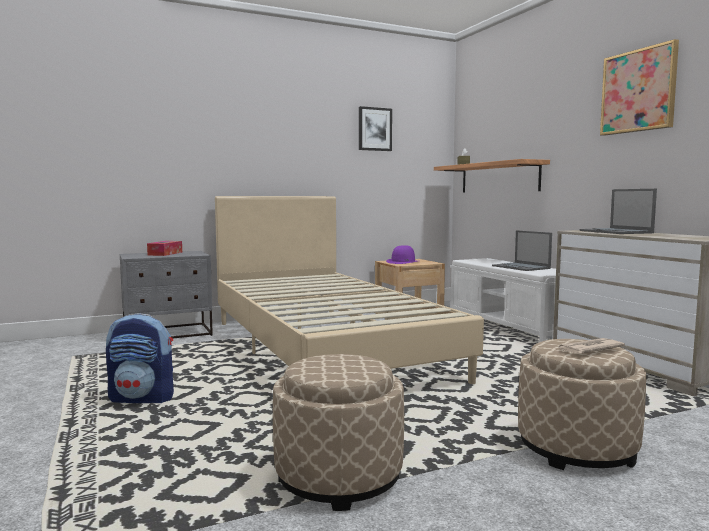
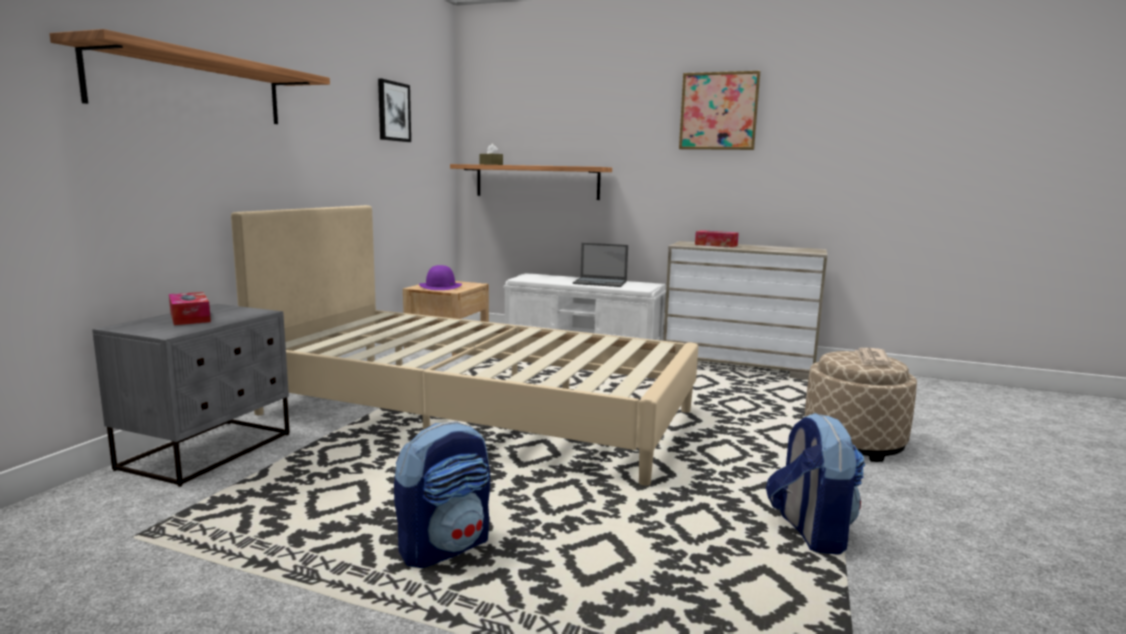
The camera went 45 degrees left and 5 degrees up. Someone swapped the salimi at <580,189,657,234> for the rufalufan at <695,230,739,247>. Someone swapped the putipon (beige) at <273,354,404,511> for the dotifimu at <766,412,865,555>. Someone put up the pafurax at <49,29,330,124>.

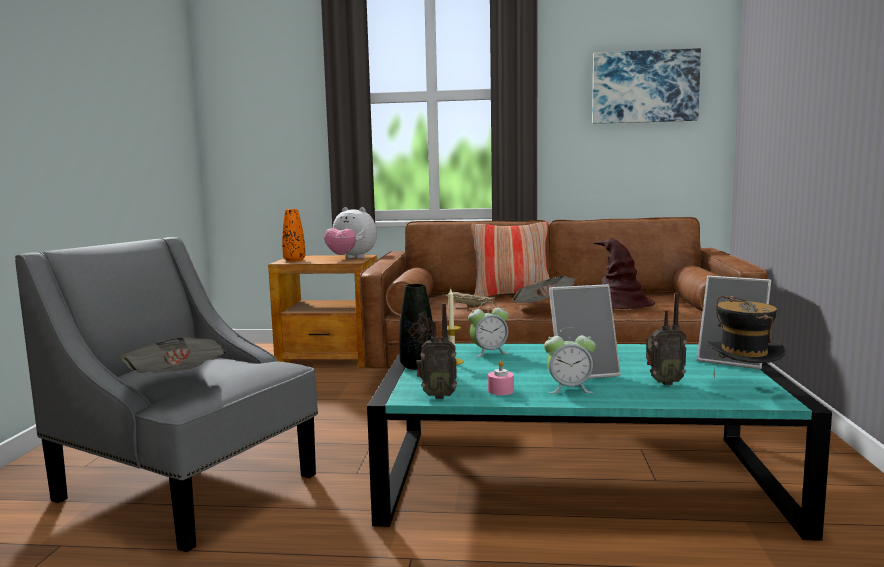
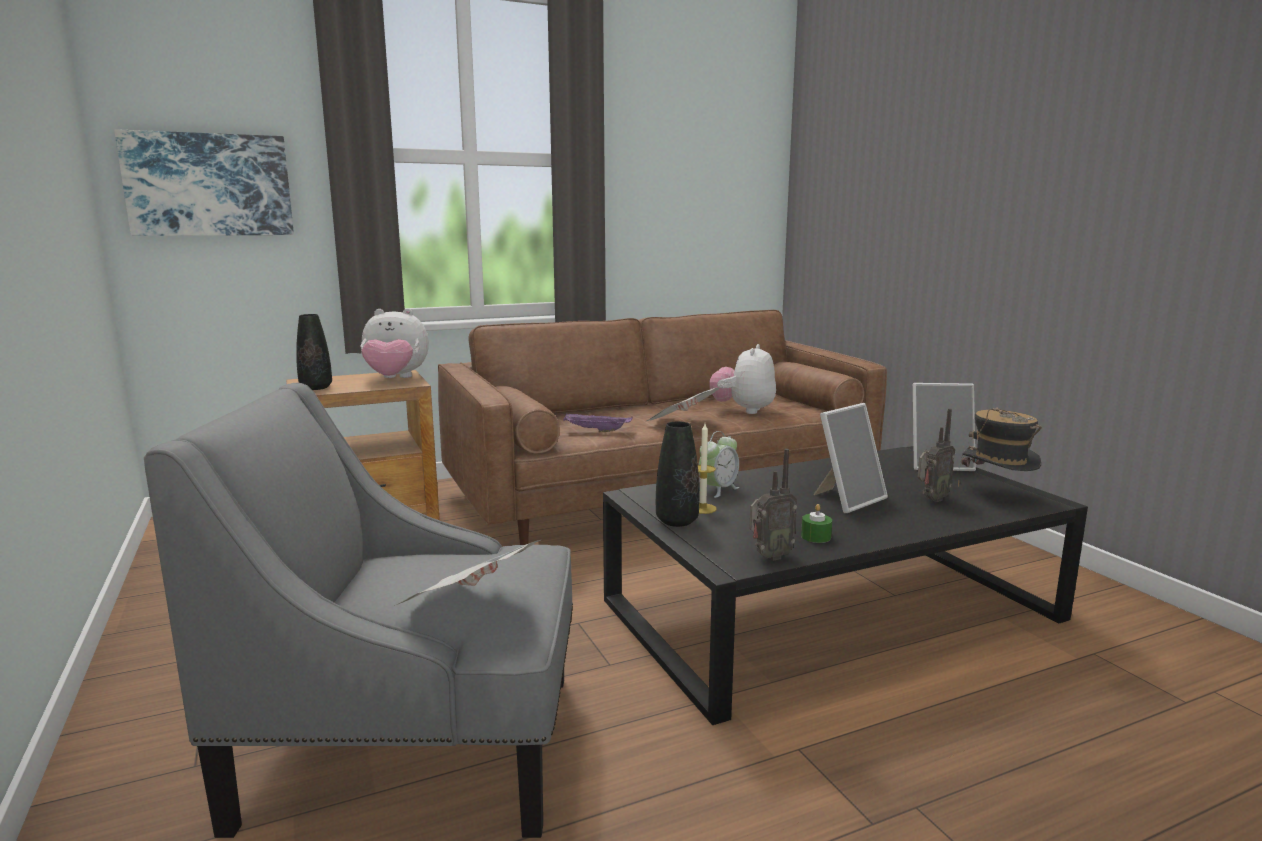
The camera went 30 degrees left and 5 degrees up. Someone carried the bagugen from <592,48,701,124> to <114,129,294,236>. Someone repainted the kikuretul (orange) at <282,209,305,262>, which became the kikuretul (black) at <296,314,332,390>. Someone took away the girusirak at <471,221,550,297>. Someone swapped the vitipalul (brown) at <593,238,656,309> for the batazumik at <709,344,776,414>. Someone repainted the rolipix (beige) at <442,292,495,308>, which became the rolipix (purple) at <563,414,633,432>. Someone took away the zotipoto at <544,327,596,393>. Someone repainted the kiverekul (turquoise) at <367,343,832,541>, which became the kiverekul (black) at <603,446,1088,725>. Someone repainted the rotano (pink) at <488,361,514,395>, which became the rotano (green) at <801,504,832,543>.

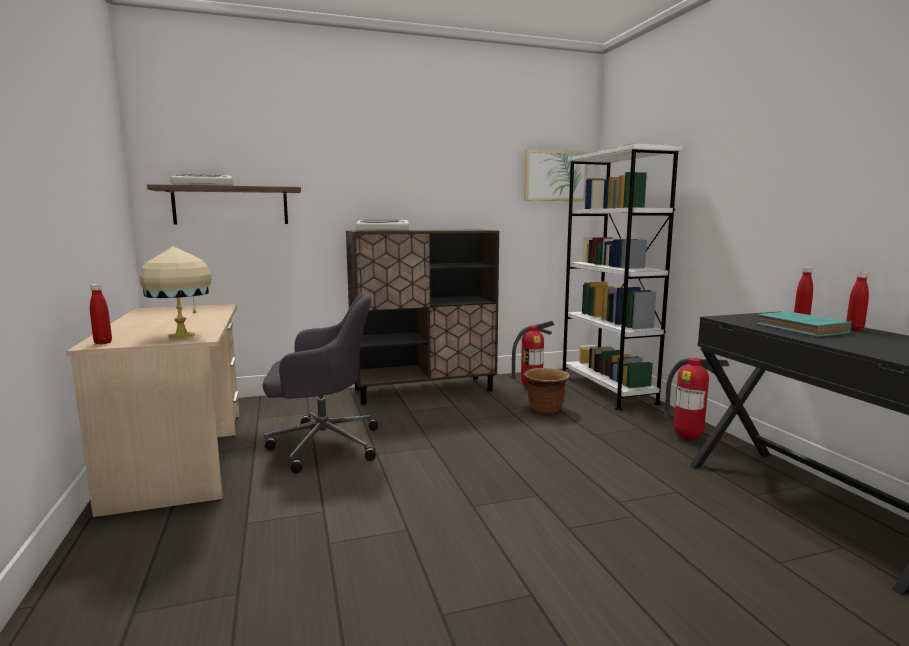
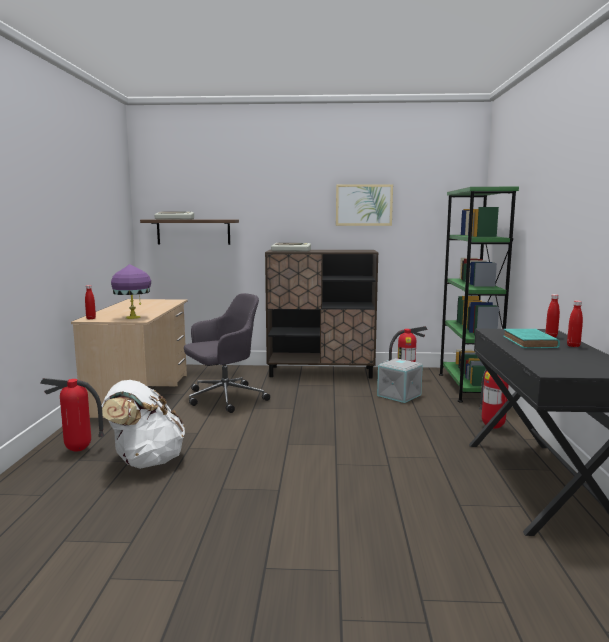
The camera went 20 degrees right and 0 degrees up. Someone repainted the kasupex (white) at <563,143,683,410>, which became the kasupex (green) at <439,187,519,402>. Someone carried the bagugen from <524,150,588,201> to <336,184,393,226>. Someone repainted the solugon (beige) at <139,246,211,338>, which became the solugon (purple) at <111,264,151,319>. Someone rotated the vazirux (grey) at <263,292,378,474> by 45 degrees counterclockwise. Someone swapped the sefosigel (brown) at <524,368,570,414> for the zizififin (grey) at <377,358,423,403>. Someone put down the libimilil at <40,378,104,452>. Someone put down the dotifimu (white) at <102,380,185,469>.

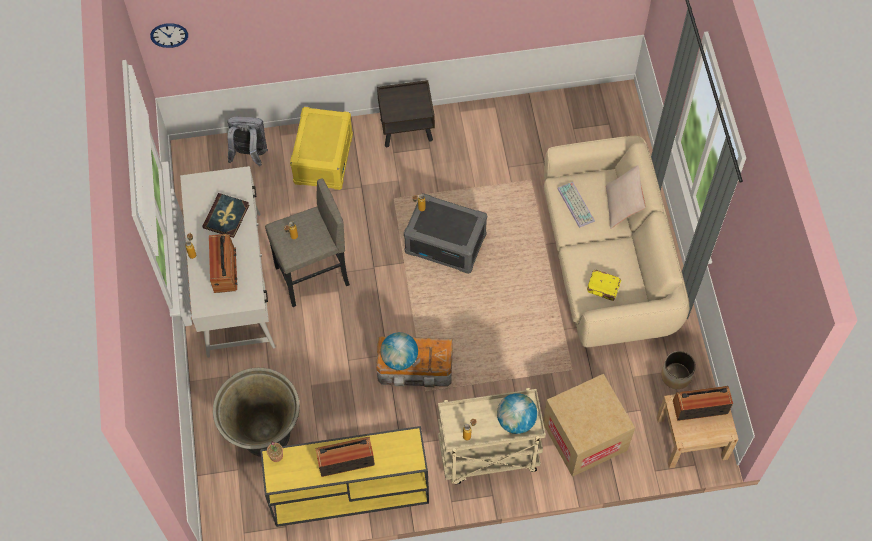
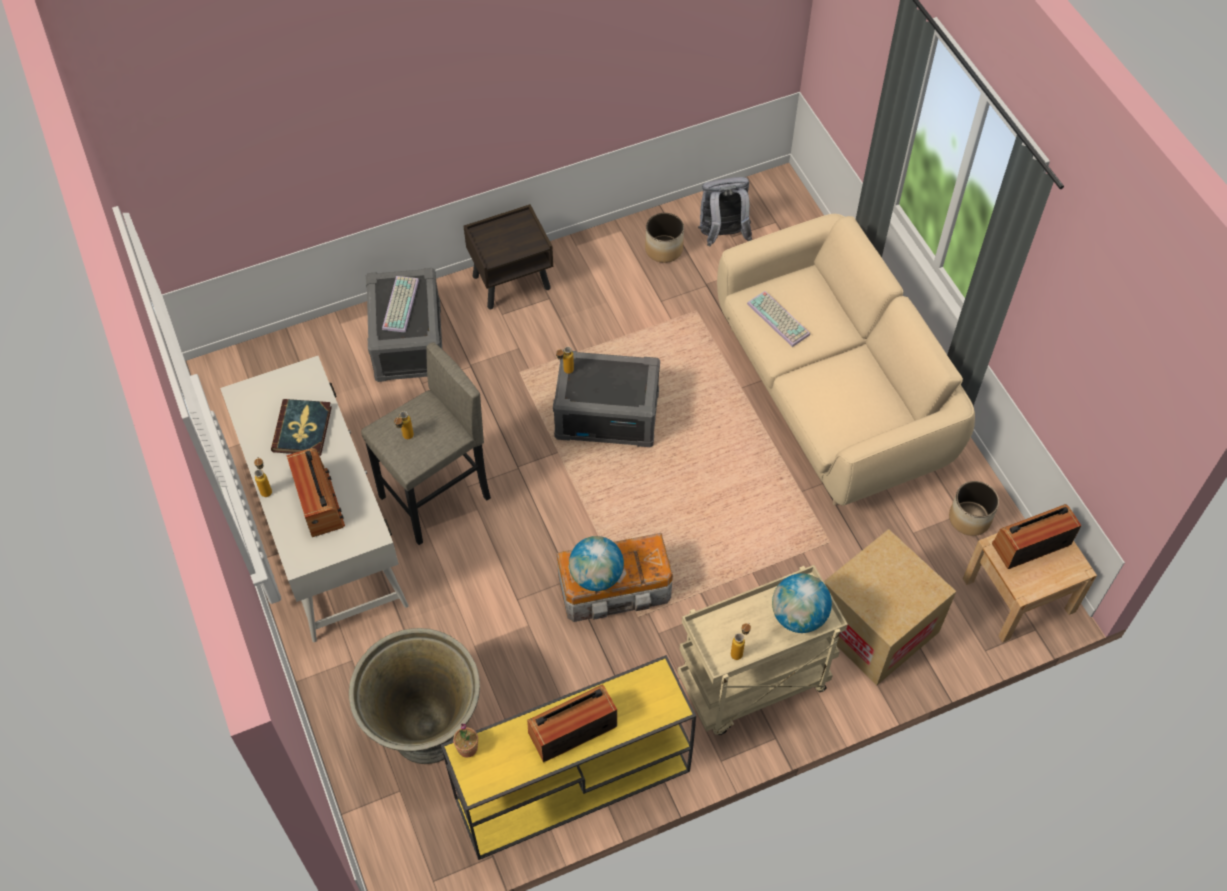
The camera went 15 degrees left and 5 degrees down. Someone took away the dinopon at <150,23,188,48>. Someone repainted the zizififin (yellow) at <290,107,353,190>, which became the zizififin (grey) at <366,268,442,382>. Someone carried the dotifimu (grey) from <227,117,268,166> to <698,177,752,247>. Someone took away the girusirak (beige) at <606,165,646,229>. Someone took away the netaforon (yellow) at <587,270,621,301>. Someone put down the sefosigel at <645,213,684,263>. Someone put down the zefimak at <382,276,419,332>.

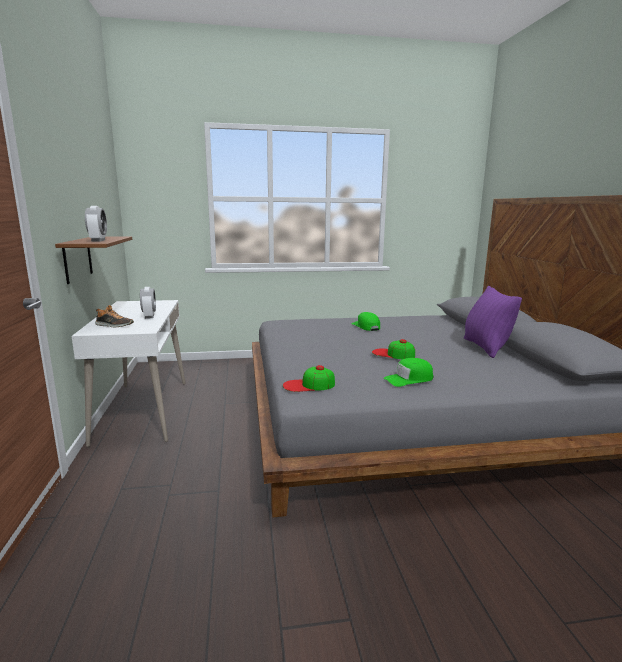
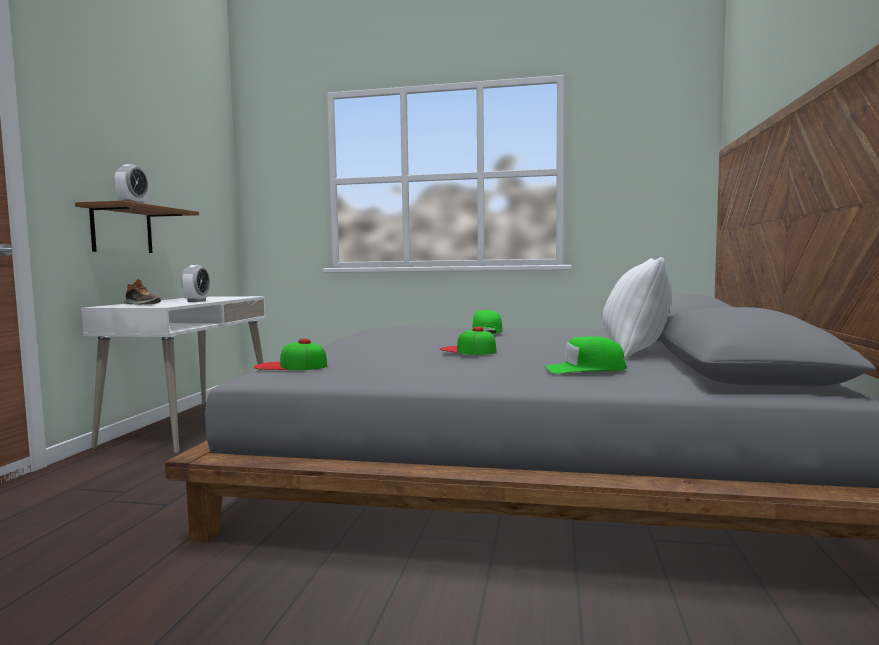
The camera went 20 degrees right and 10 degrees down. Someone repainted the girusirak (purple) at <464,286,522,358>, which became the girusirak (white) at <603,257,672,360>. Someone carried the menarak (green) from <384,358,433,387> to <544,336,627,374>.

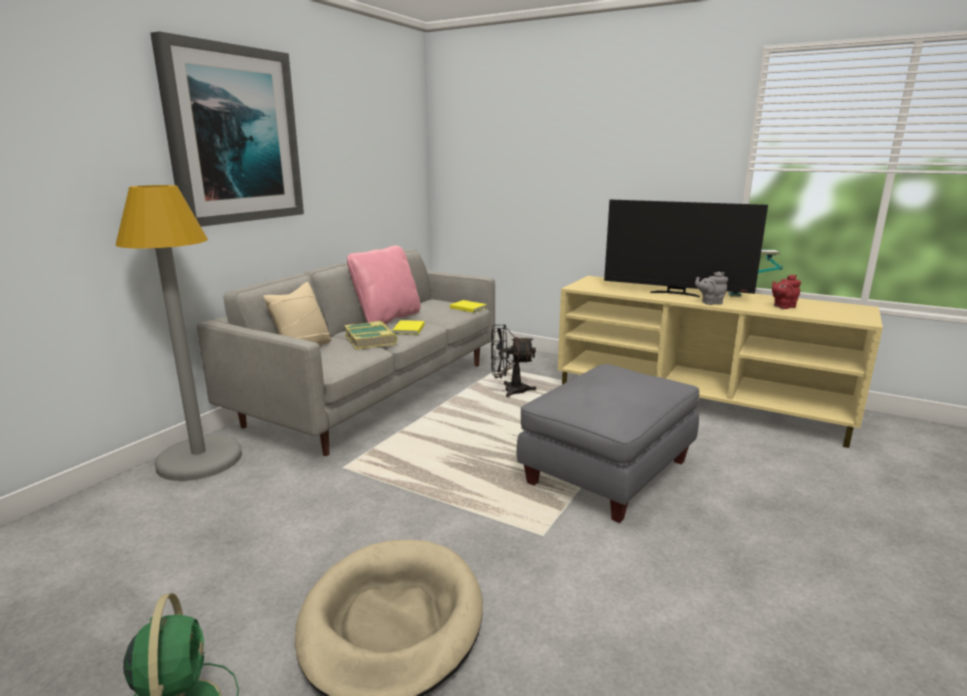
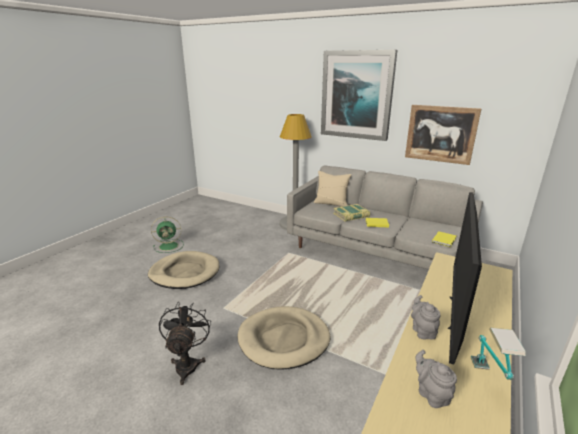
The camera went 90 degrees right and 5 degrees up. Someone took away the girusirak (pink) at <347,245,421,324>. Someone repainted the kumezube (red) at <772,275,801,309>, which became the kumezube (grey) at <416,350,457,408>. Someone carried the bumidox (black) from <491,324,536,397> to <159,302,211,385>. Someone swapped the putipon (grey) at <517,364,699,523> for the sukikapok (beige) at <237,306,331,370>. Someone put up the bagugen at <405,105,482,165>.

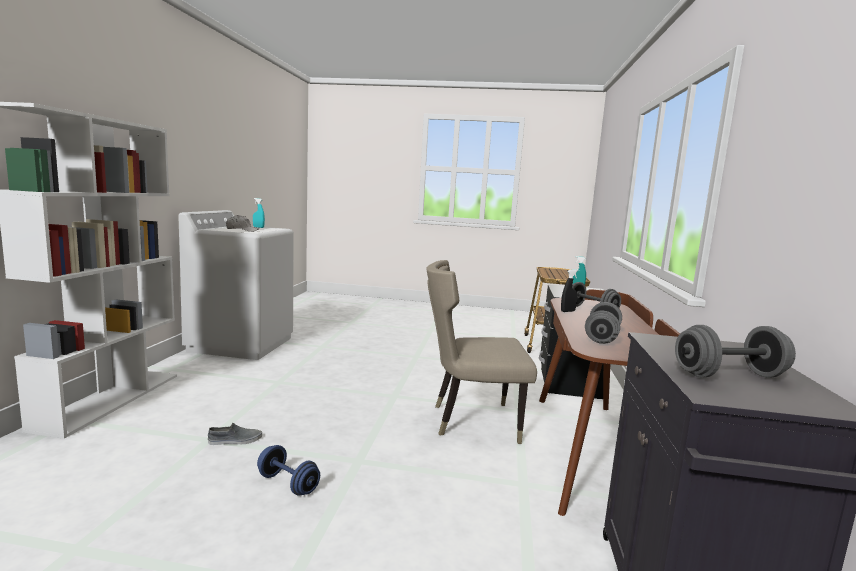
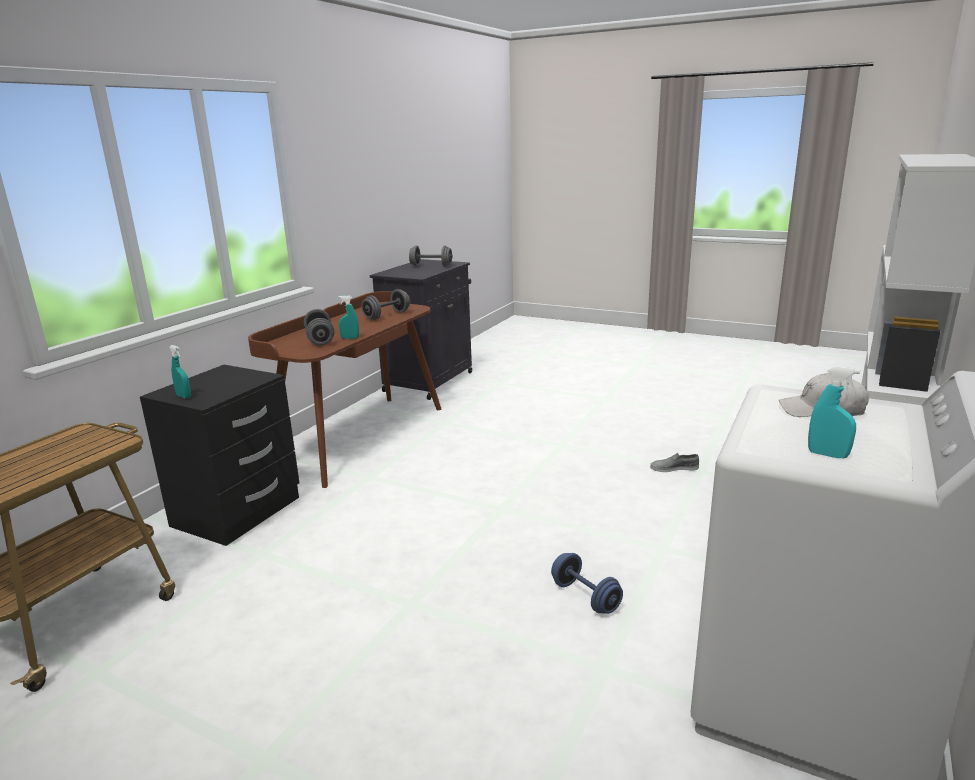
The camera went 160 degrees left and 10 degrees up. Someone took away the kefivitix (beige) at <426,260,537,444>. Someone repainted the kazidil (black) at <561,269,579,312>, which became the kazidil (turquoise) at <338,295,359,339>. Someone carried the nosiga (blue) from <257,445,320,495> to <551,553,623,614>.

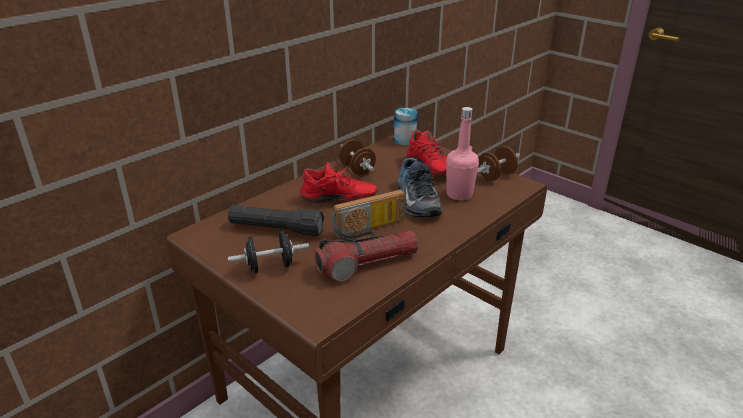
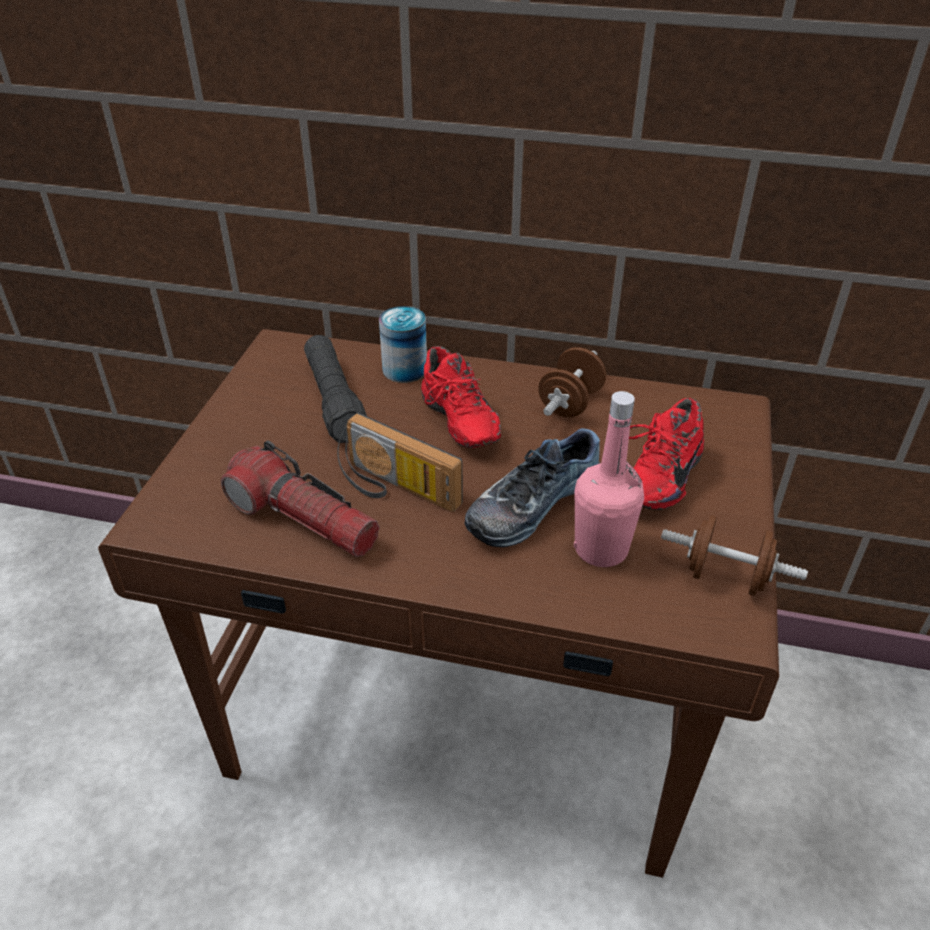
The camera went 60 degrees right and 10 degrees up. Someone carried the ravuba from <393,107,418,146> to <379,306,427,383>. Someone took away the nosiga (black) at <228,231,309,273>.

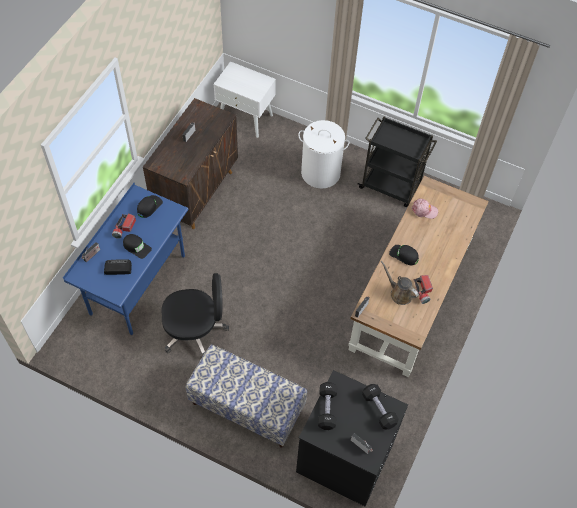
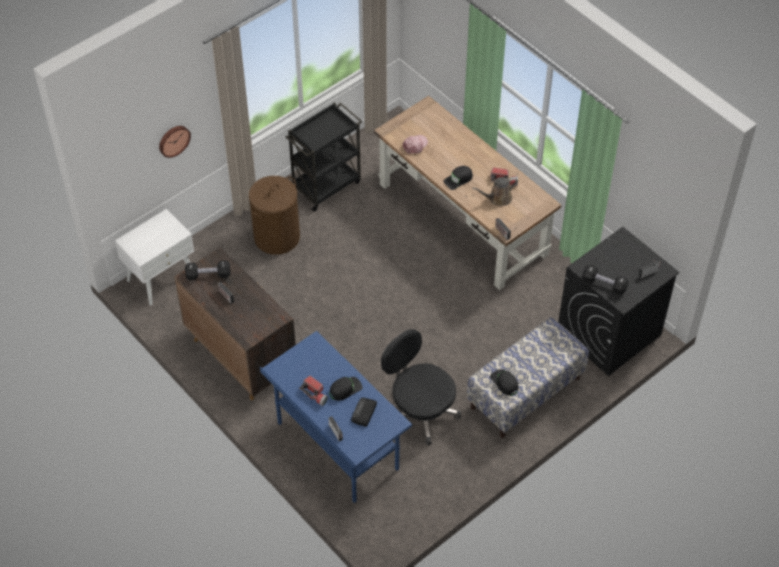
The camera went 65 degrees left and 5 degrees down. Someone repainted the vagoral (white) at <298,120,350,189>, which became the vagoral (brown) at <249,176,300,255>. Someone carried the menarak (black) from <137,195,163,218> to <490,369,518,396>. Someone rotated the vazirux (black) at <161,273,229,355> by 60 degrees counterclockwise. Someone carried the nosiga (black) from <362,384,399,430> to <185,260,231,280>. Someone put up the dinopon at <159,126,191,158>.

